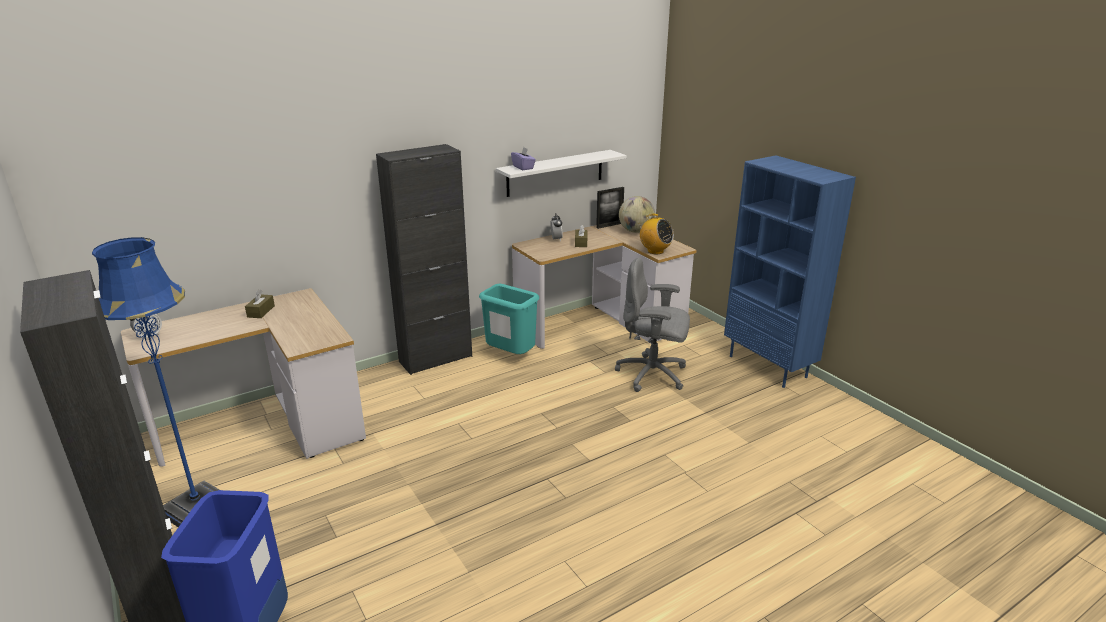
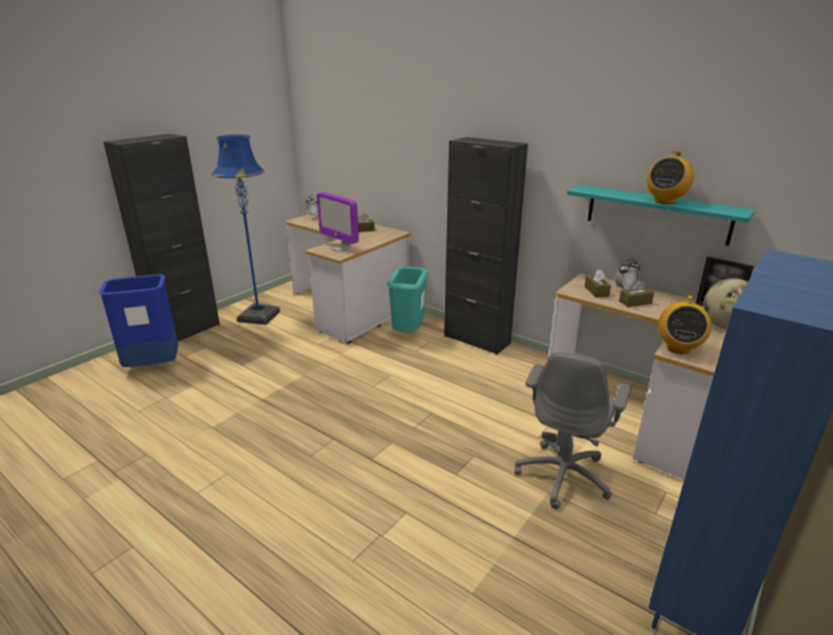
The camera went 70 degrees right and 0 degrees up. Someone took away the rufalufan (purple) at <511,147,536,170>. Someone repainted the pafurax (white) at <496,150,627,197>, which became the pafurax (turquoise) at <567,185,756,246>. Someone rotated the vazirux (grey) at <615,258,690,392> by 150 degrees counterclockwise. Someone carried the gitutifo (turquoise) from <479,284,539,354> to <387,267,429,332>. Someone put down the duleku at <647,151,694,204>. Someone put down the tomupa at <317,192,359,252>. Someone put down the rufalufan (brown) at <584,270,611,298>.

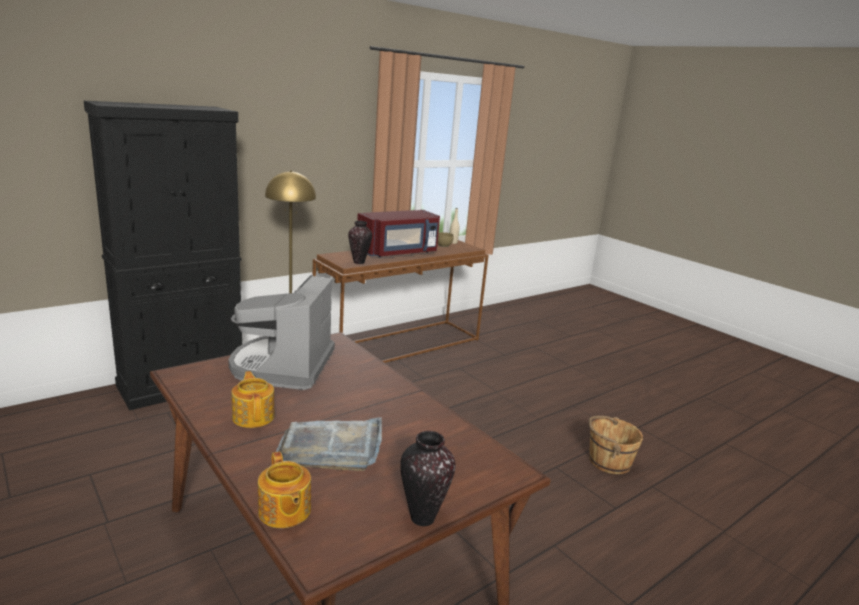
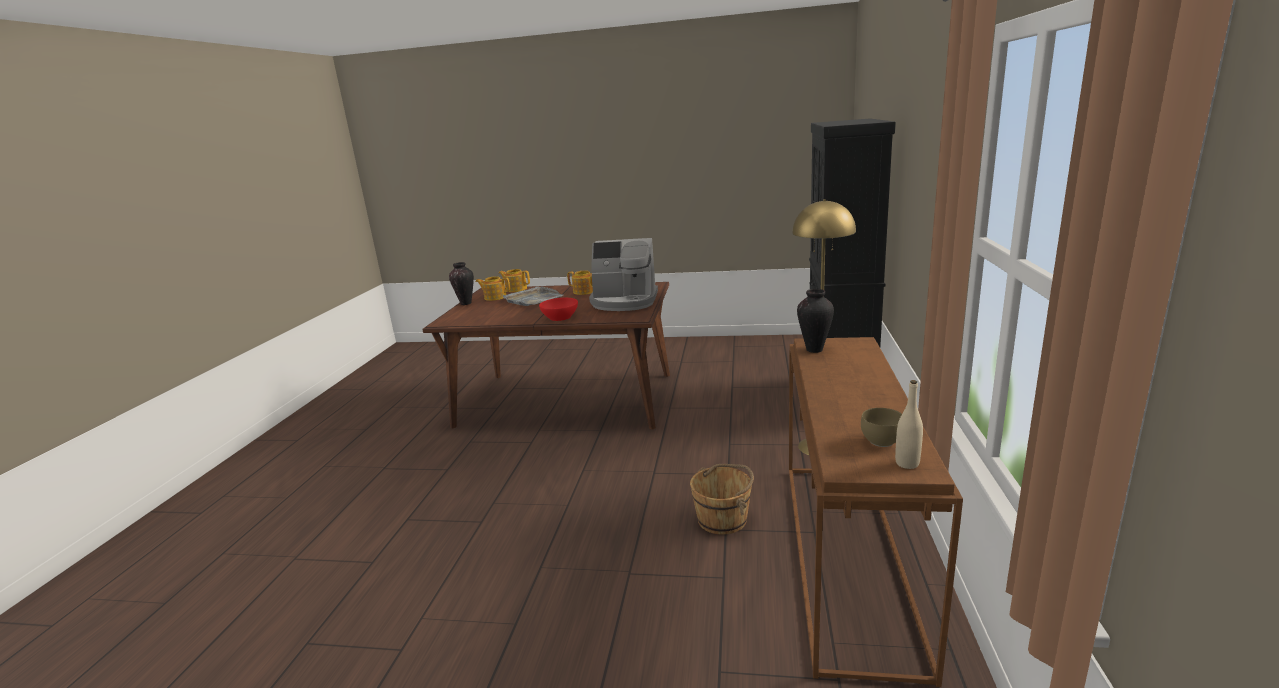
The camera went 140 degrees right and 0 degrees up. Someone took away the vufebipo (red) at <357,210,440,257>. Someone rotated the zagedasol at <228,275,335,390> by 135 degrees clockwise. Someone carried the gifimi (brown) from <589,416,643,474> to <690,464,754,535>. Someone put down the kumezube at <475,276,510,301>. Someone put down the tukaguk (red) at <539,298,578,321>.

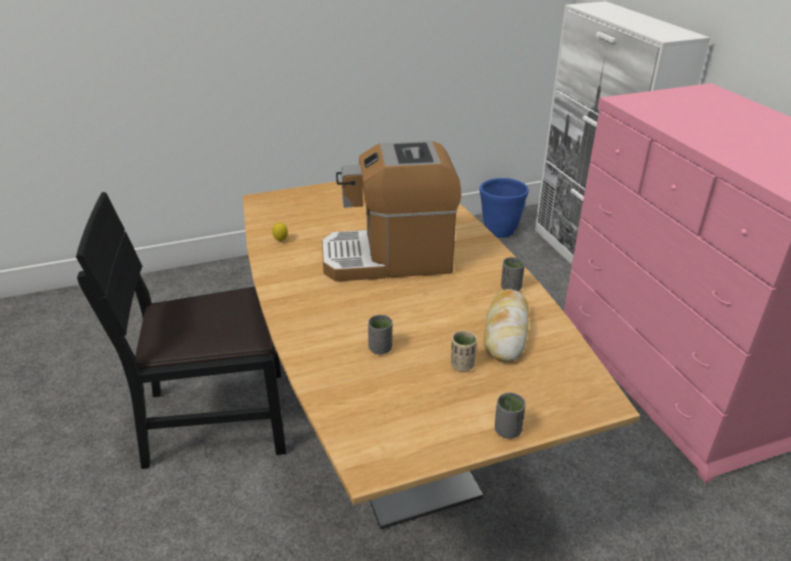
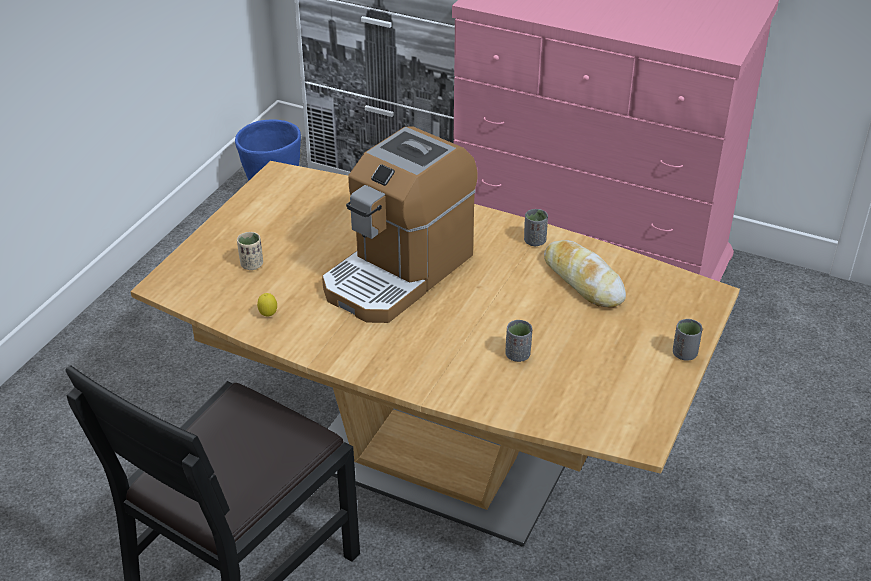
The camera went 45 degrees left and 5 degrees up. Someone carried the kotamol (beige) from <451,330,477,371> to <237,232,263,270>.

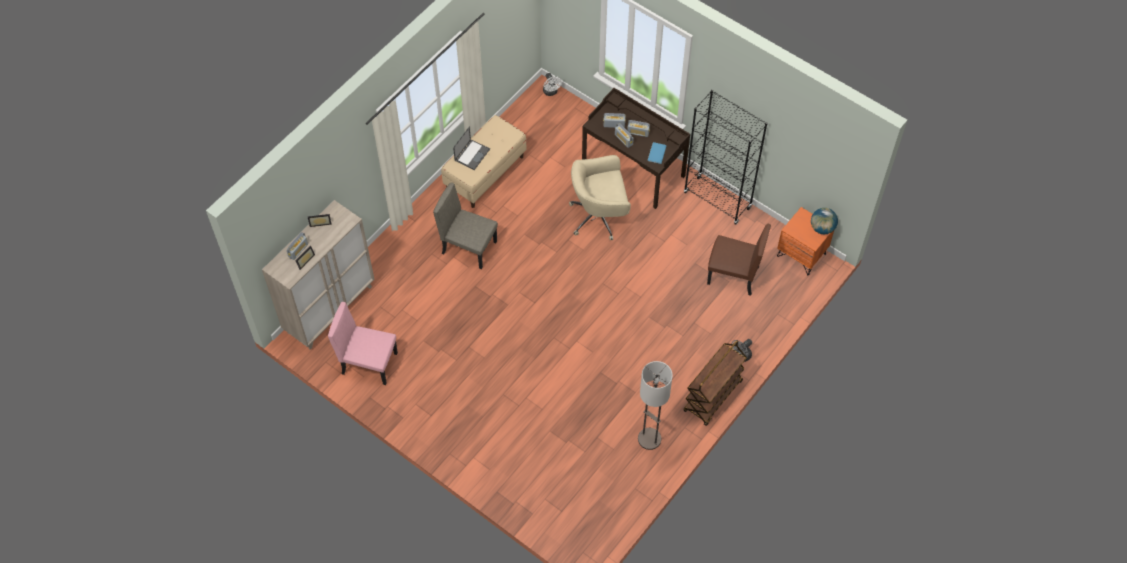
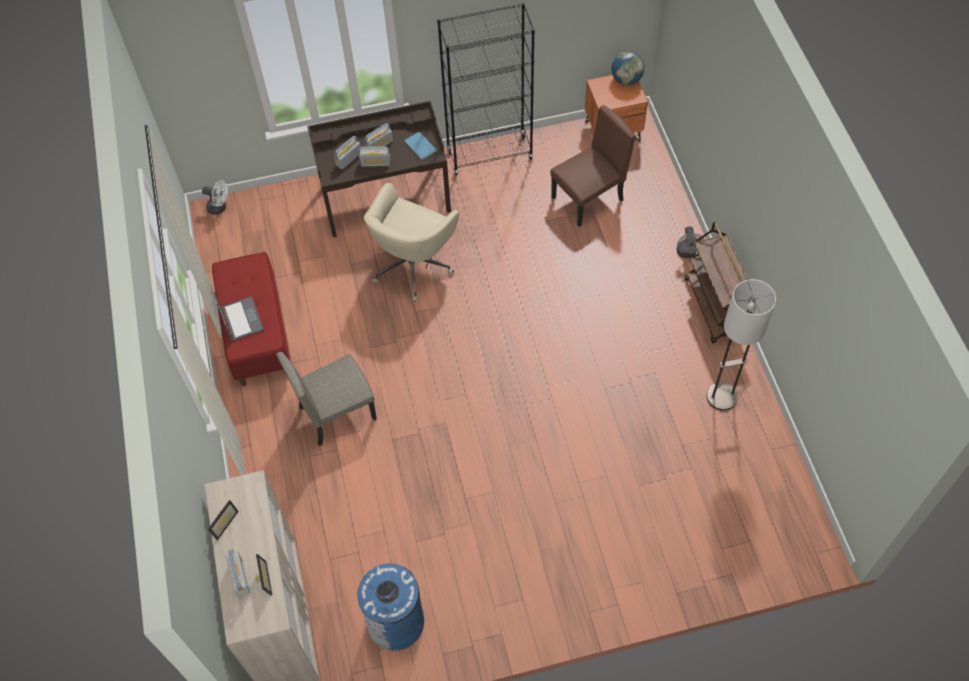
The camera went 50 degrees left and 0 degrees up. Someone repainted the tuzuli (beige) at <441,115,526,208>, which became the tuzuli (red) at <212,252,291,386>. Someone swapped the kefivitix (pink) at <328,302,398,385> for the gitutifo (blue) at <357,563,424,651>.

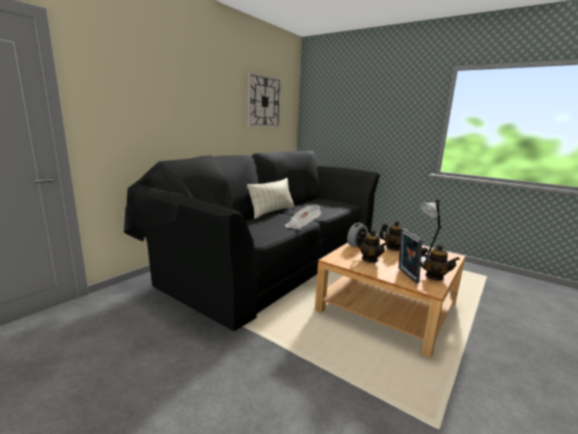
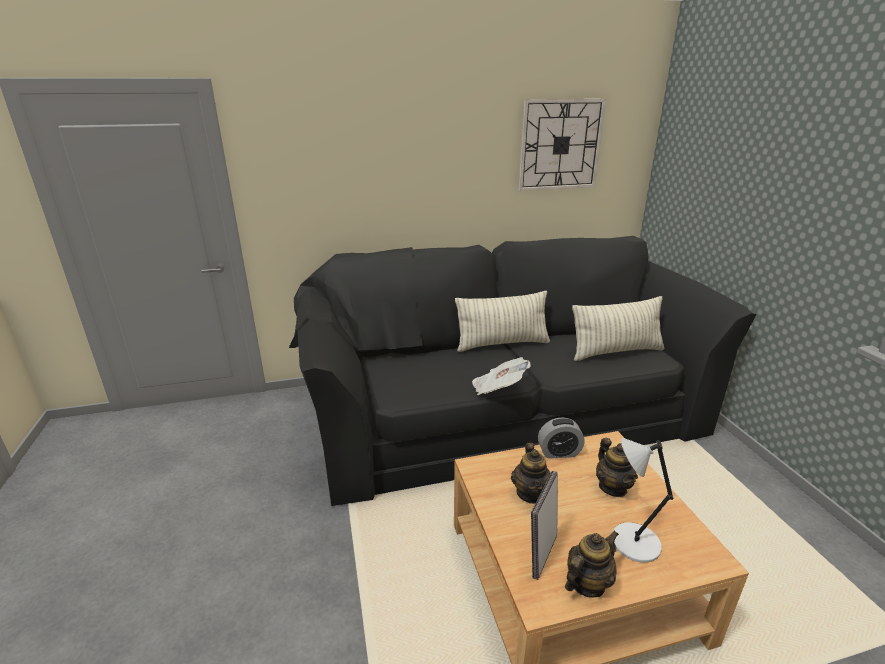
The camera went 40 degrees right and 10 degrees up. Someone rotated the kumezube at <421,244,460,281> by 105 degrees counterclockwise. Someone put down the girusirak at <572,296,665,361>.

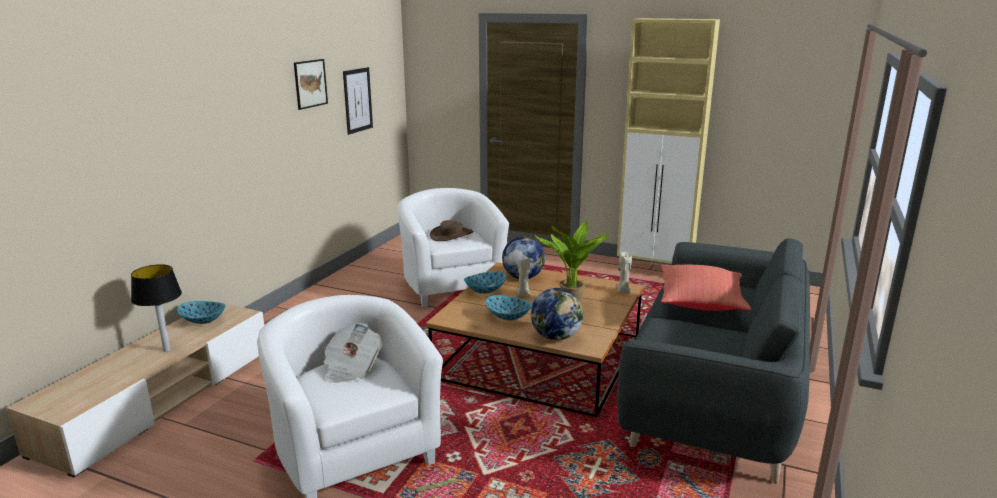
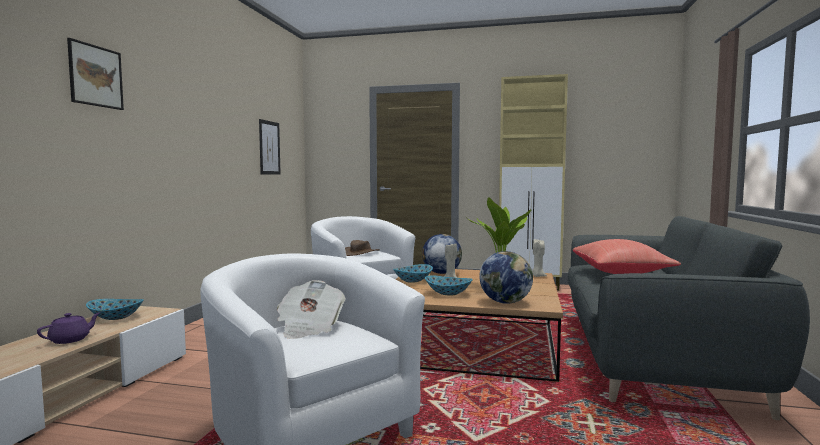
The camera went 10 degrees left and 15 degrees down. Someone carried the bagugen from <294,59,328,110> to <67,38,124,110>. Someone swapped the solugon at <131,264,182,351> for the kumezube (purple) at <37,312,101,344>.

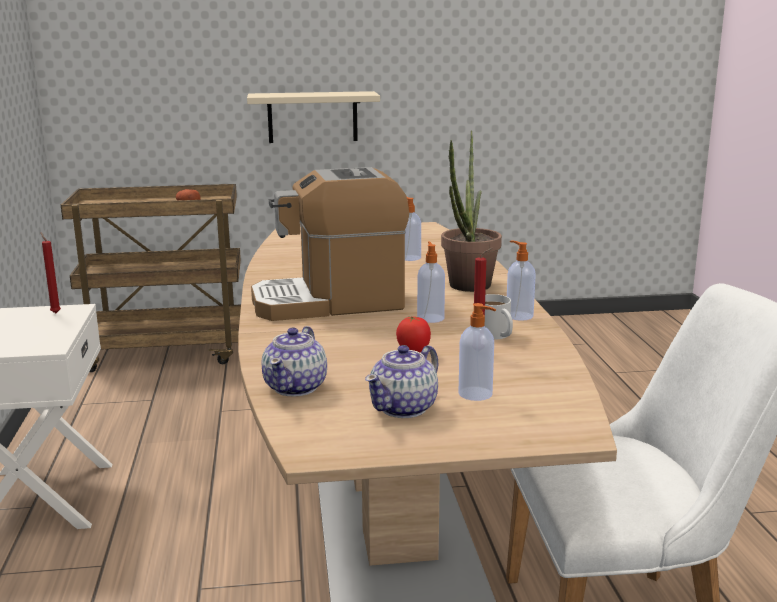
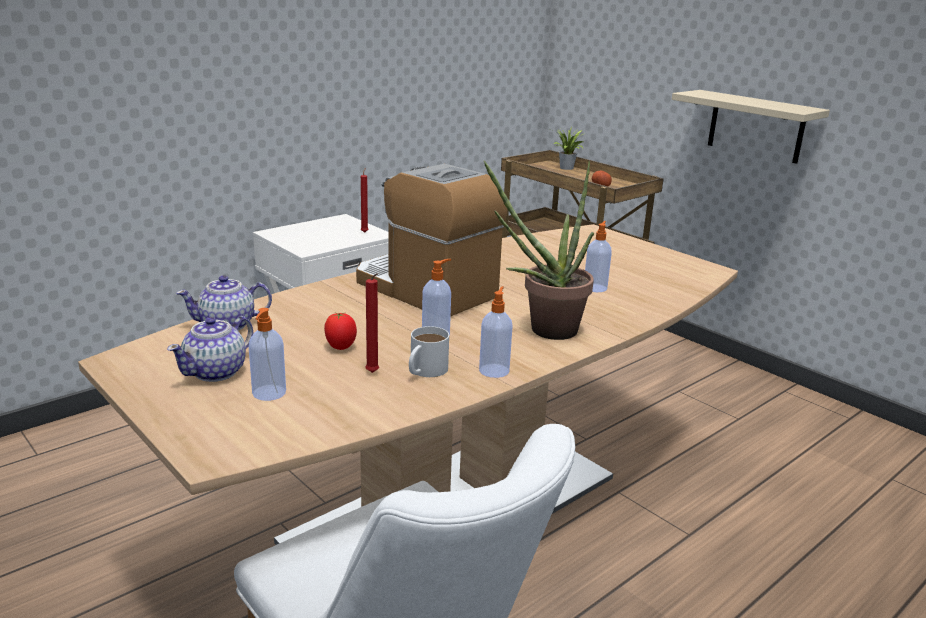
The camera went 55 degrees right and 5 degrees up. Someone rotated the kumezube at <365,345,438,418> by 60 degrees counterclockwise. Someone put down the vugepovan at <553,127,583,170>.

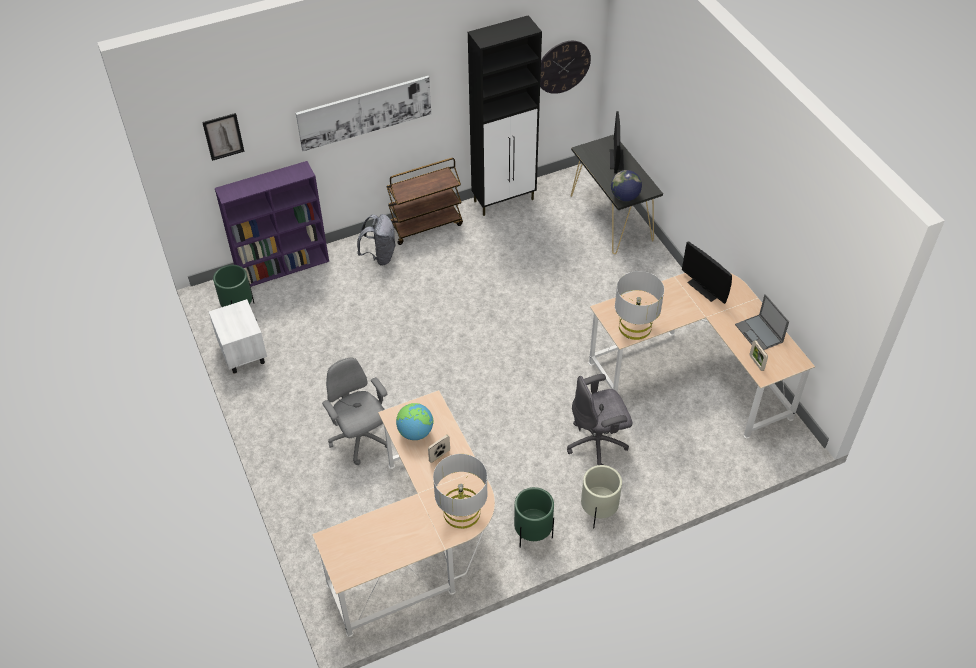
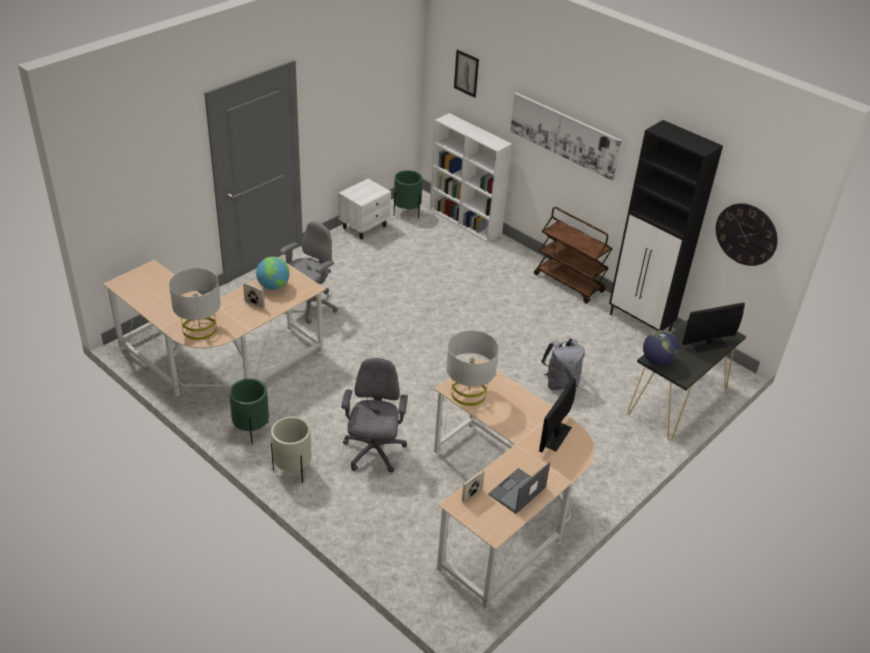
The camera went 65 degrees right and 10 degrees down. Someone repainted the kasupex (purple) at <215,161,329,287>, which became the kasupex (white) at <430,113,512,242>. Someone carried the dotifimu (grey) from <357,214,395,266> to <541,338,585,390>. Someone rotated the vazirux (grey) at <567,374,632,465> by 45 degrees clockwise.

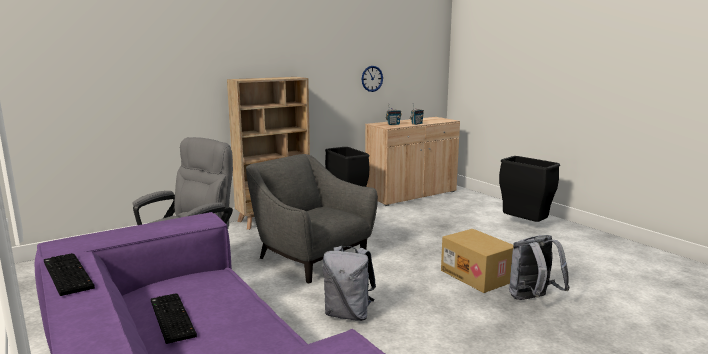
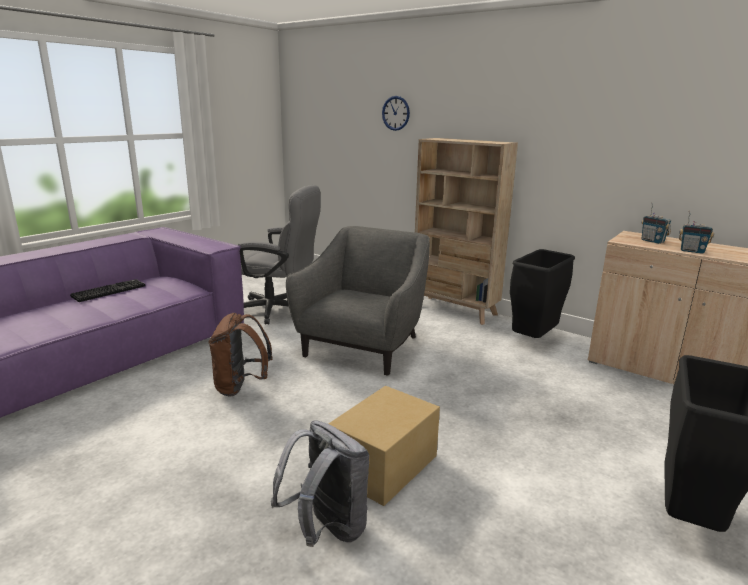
The camera went 70 degrees right and 5 degrees up. Someone carried the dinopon from <362,66,383,92> to <382,96,410,131>. Someone repainted the dotifimu (grey) at <323,246,376,321>, which became the dotifimu (brown) at <208,313,273,397>. Someone took away the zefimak at <44,253,95,296>.

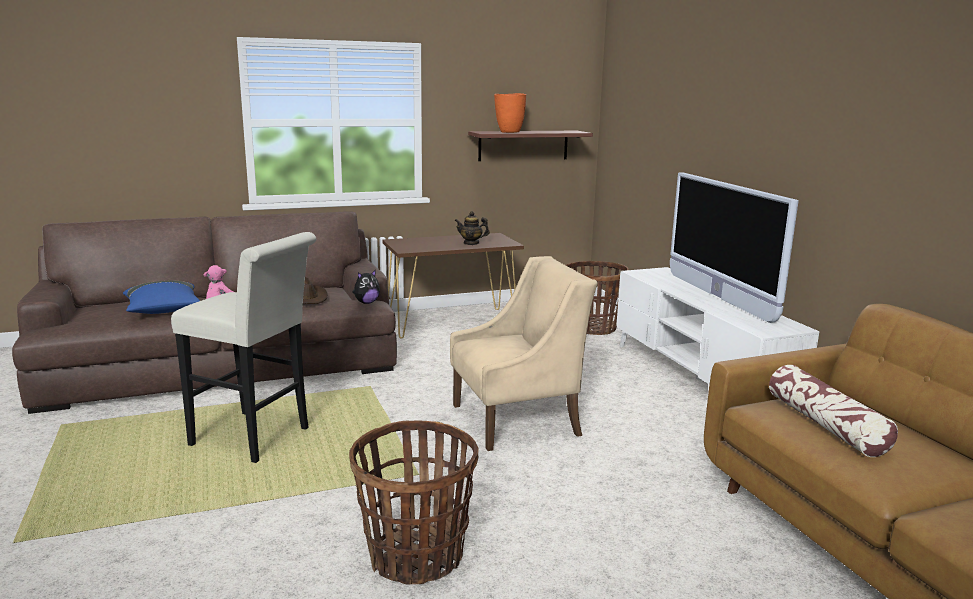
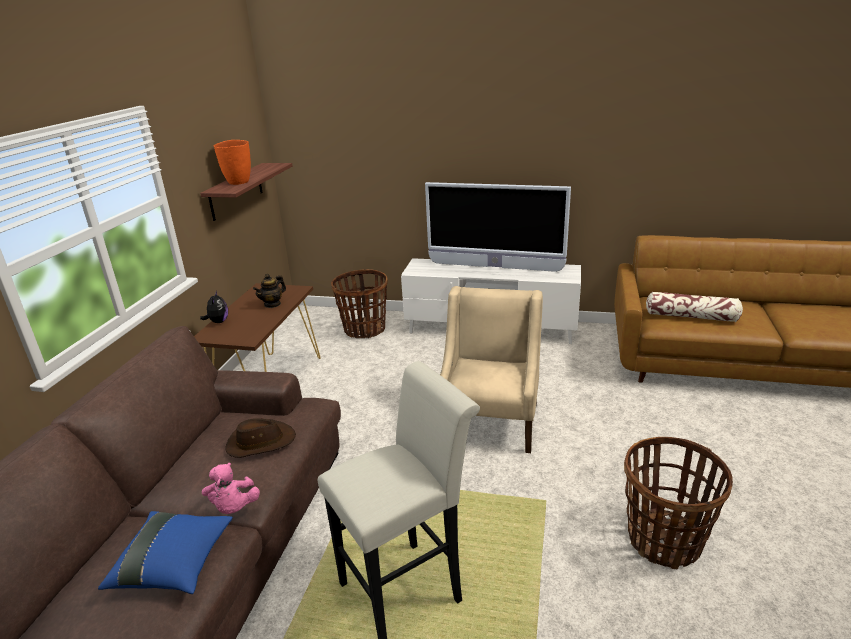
The camera went 55 degrees left and 10 degrees up. Someone carried the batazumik from <352,270,380,304> to <200,291,228,323>.

